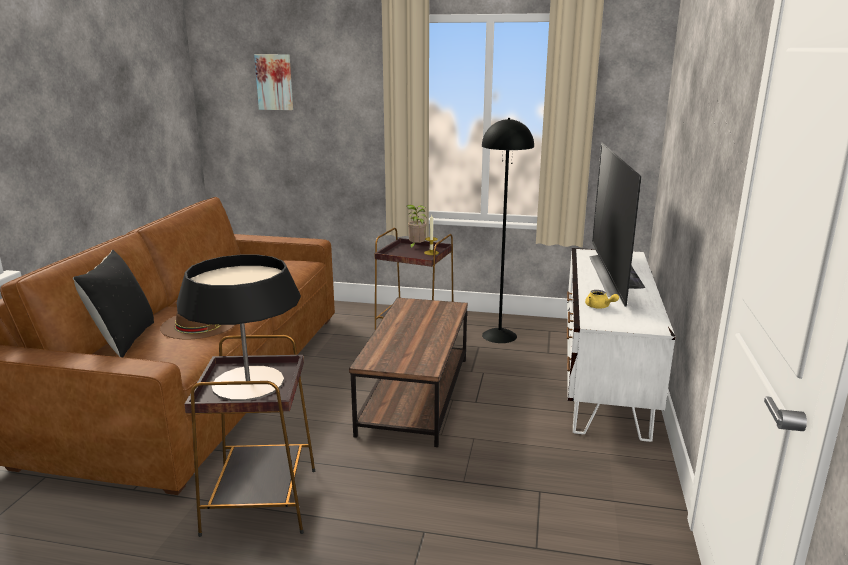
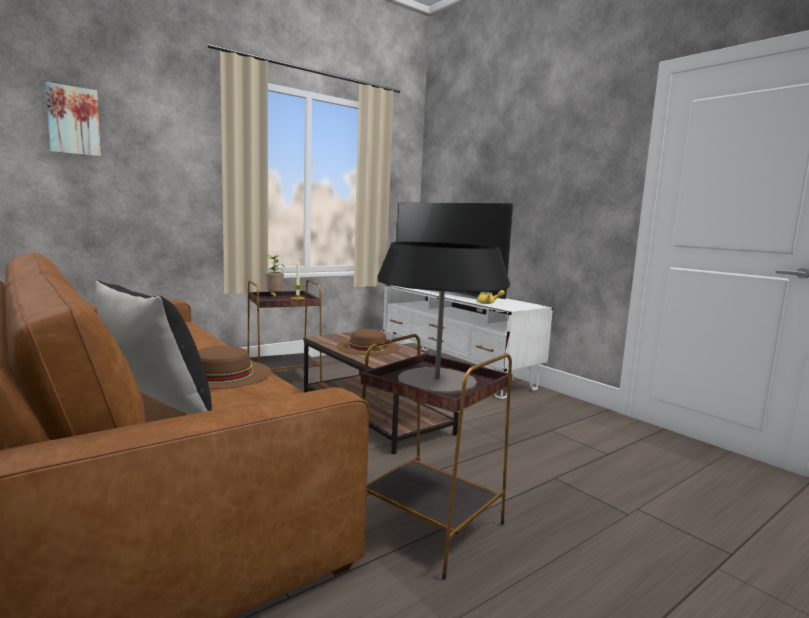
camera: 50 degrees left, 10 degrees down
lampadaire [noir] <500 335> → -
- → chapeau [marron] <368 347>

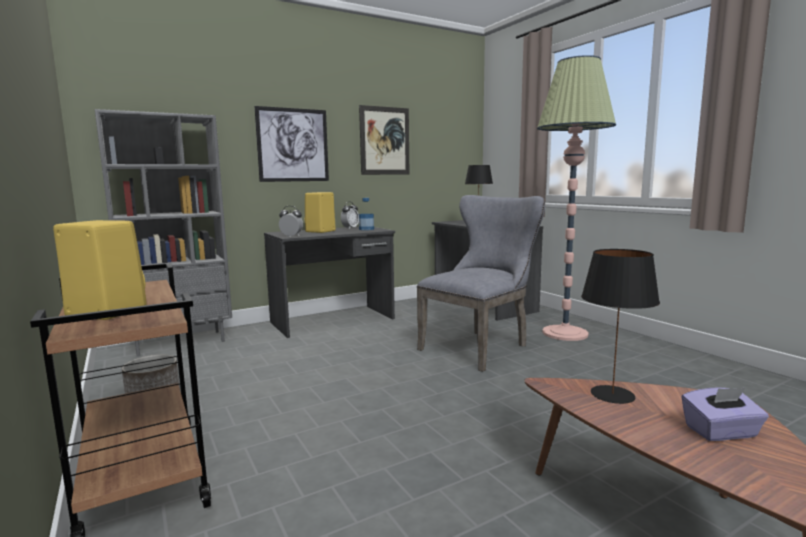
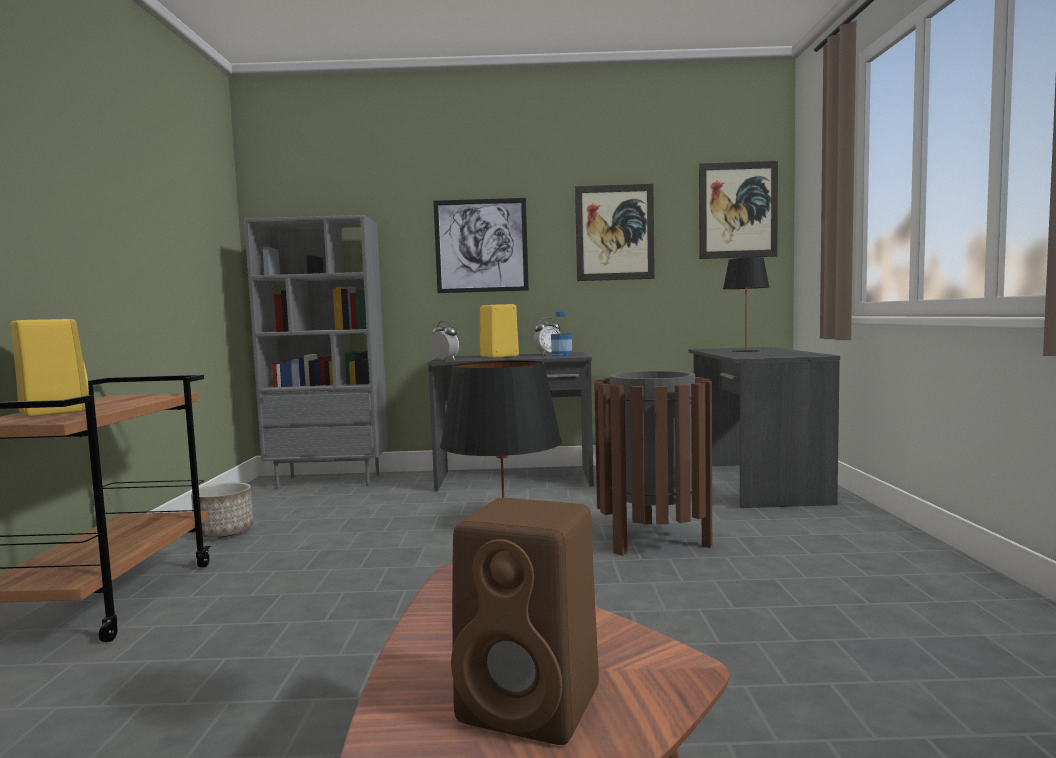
camera: 30 degrees right, 5 degrees down
lampadaire <565 333> → -
chaise [gris] <479 346> → poubelle [marron] <654 539>
boîte à mouchoirs [violet] <721 432> → enceinte [marron] <534 704>
- → tableau <738 210>

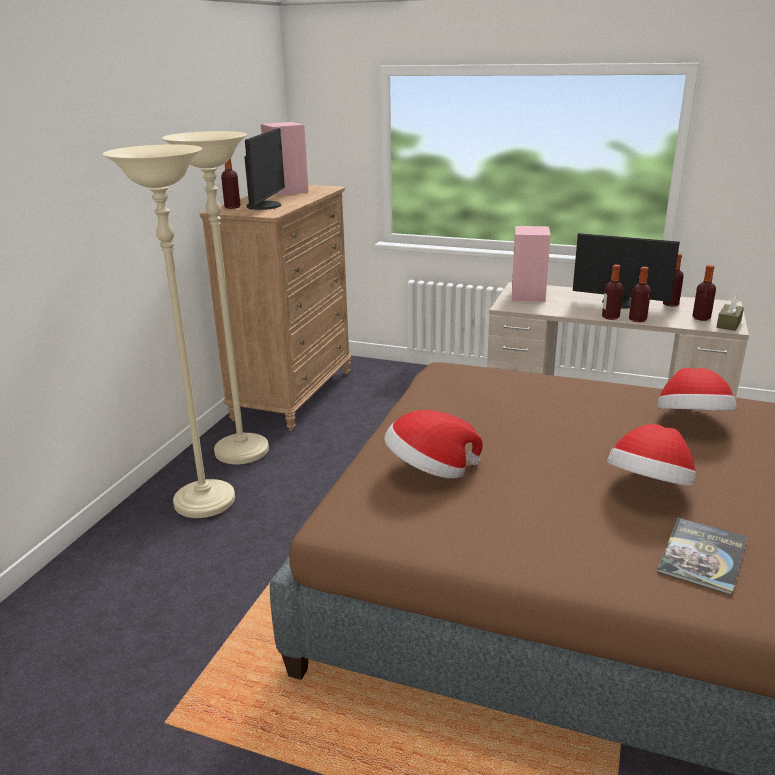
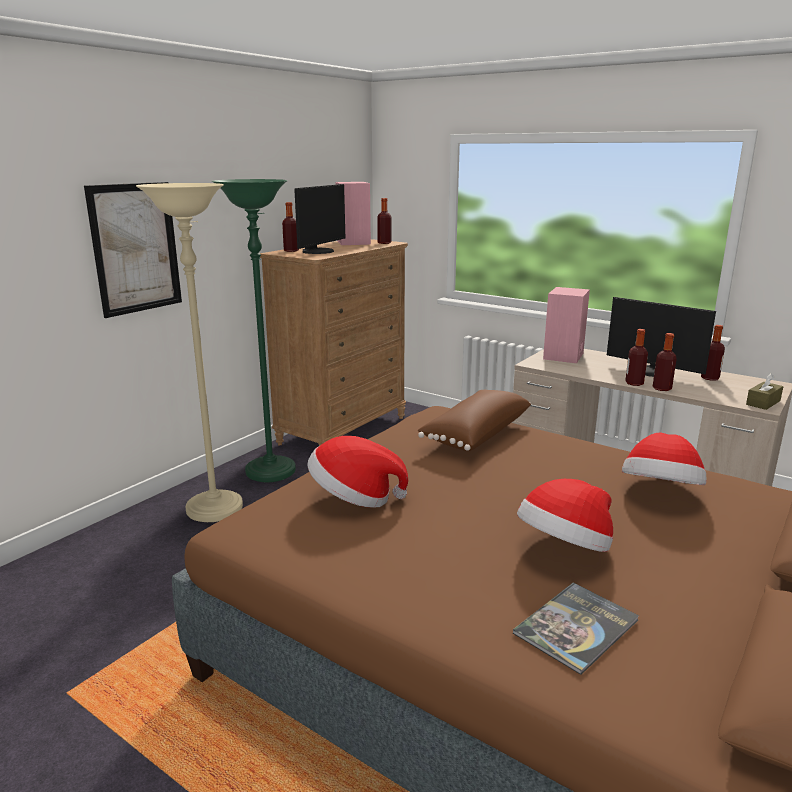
camera: 15 degrees right, 5 degrees down
lampadaire [beige] <242 452> → lampadaire [vert] <271 472>
bouteille <701 318> → bouteille <384 243>, moved
- → tableau <136 248>
- → coussin [marron] <475 434>

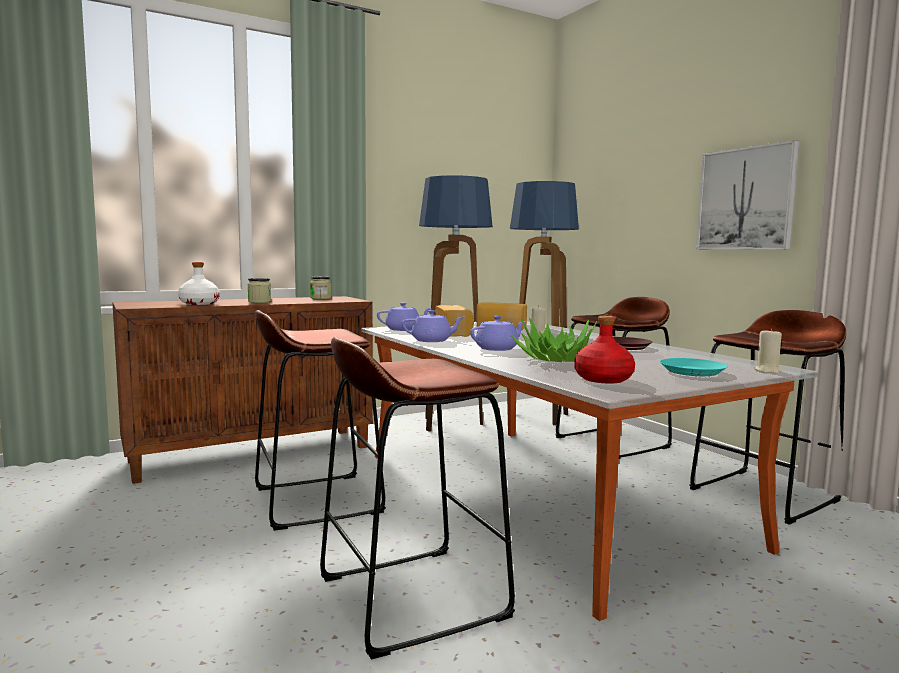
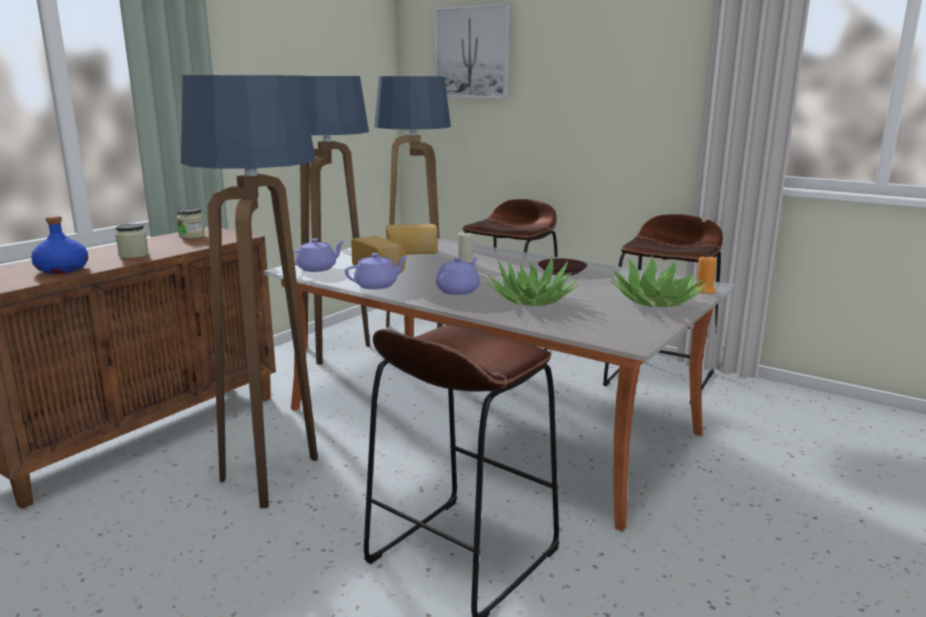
camera: 25 degrees left, 10 degrees up
tableau <746 199> → tableau <472 52>, moved
bouteille [blanc] <199 303> → bouteille [bleu] <61 269>
tabouret [marron] <317 500> → lampadaire <276 476>
bouteille [rouge] <603 379> → -
bougie [beige] <768 371> → bougie [orange] <704 290>
assiette [turquoise] <692 371> → plante en pot <655 301>

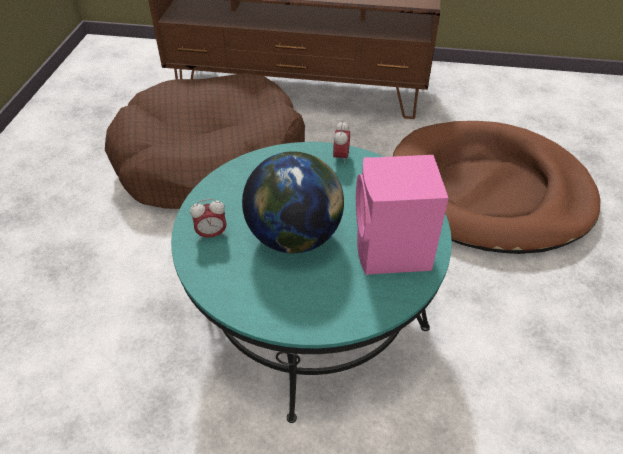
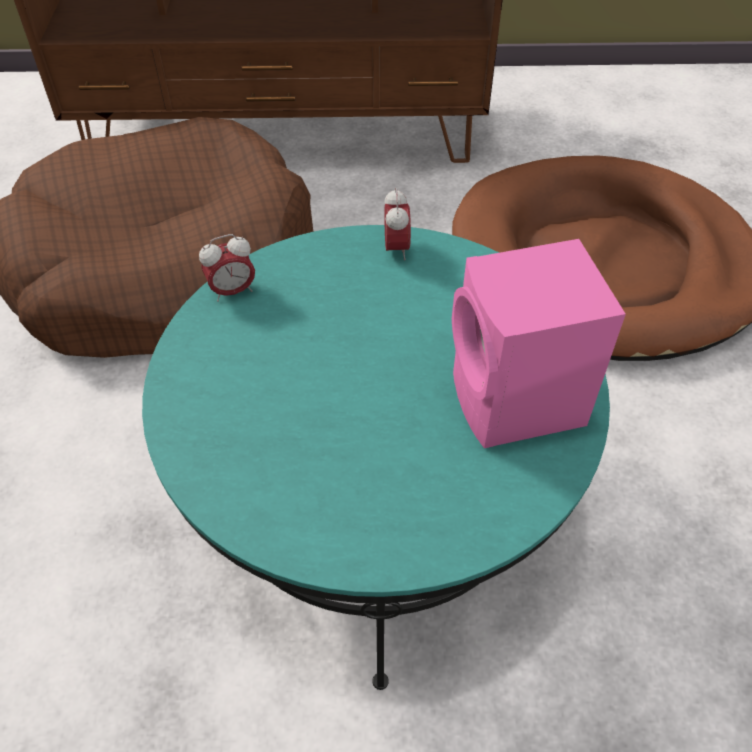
camera: 10 degrees left, 5 degrees up
globe <295 237> → -
réveil <211 234> → réveil <232 291>, moved

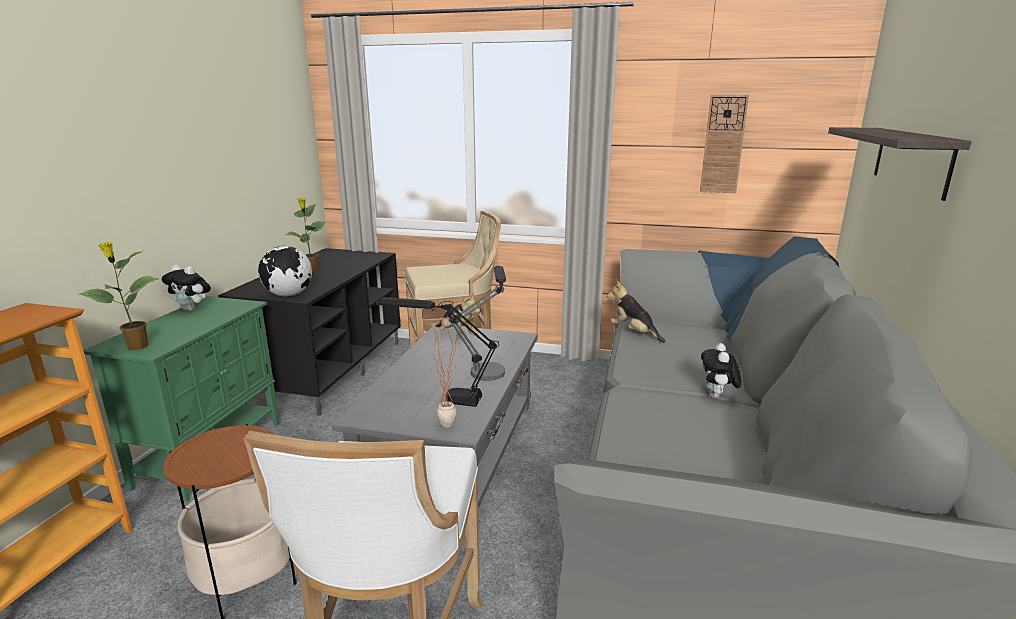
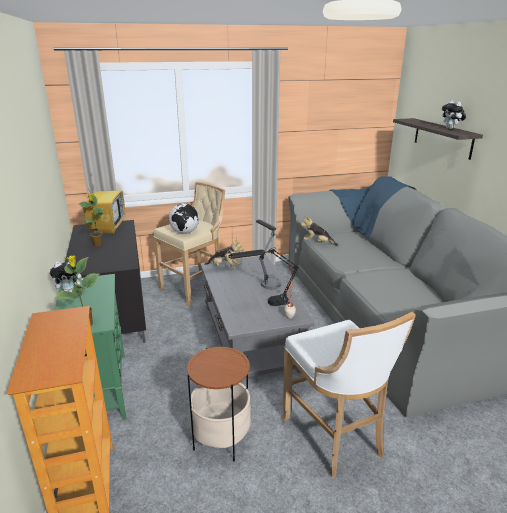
camera: 30 degrees left, 5 degrees up
horloge murale <723 144> → -
globe <288 295> → globe <185 232>, moved
peluche <717 397> → peluche <451 128>, moved
- → téléviseur <107 228>

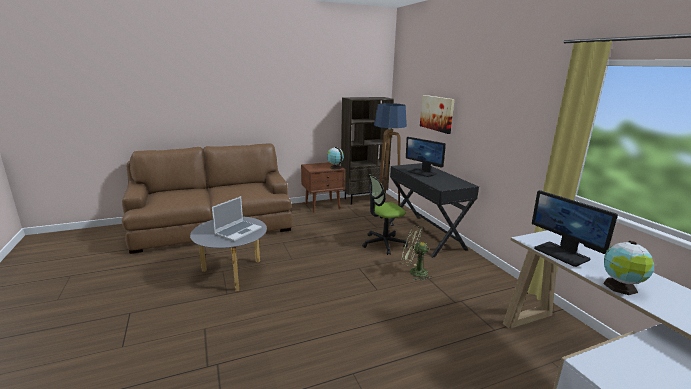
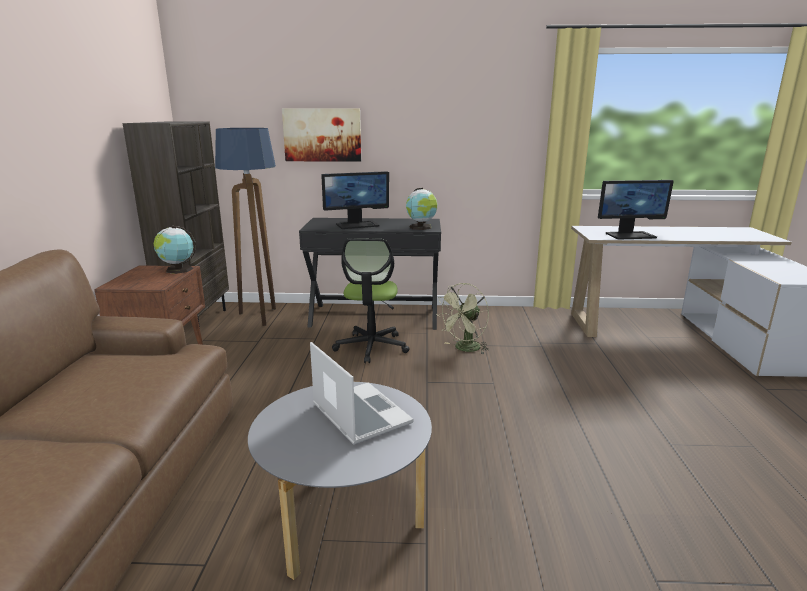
camera: 65 degrees left, 0 degrees up
globe <620 287> → globe <421 227>, moved

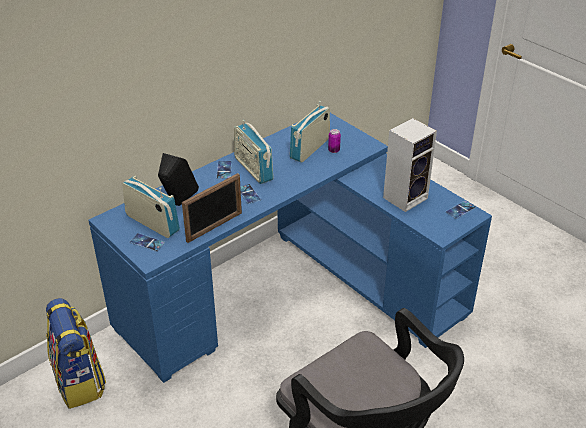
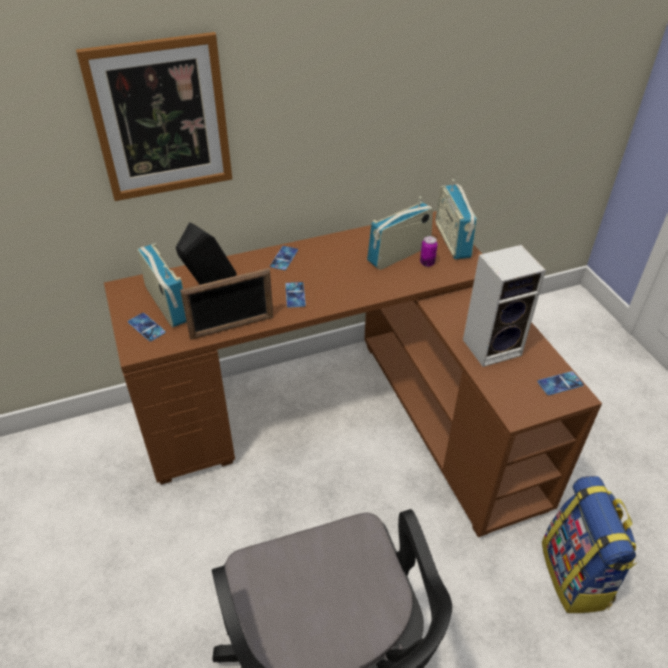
camera: 20 degrees right, 5 degrees up
bureau [bleu] <292 291> → bureau [marron] <350 415>
radio <253 169> → radio <452 240>, moved
sac à dos <80 382> → sac à dos <576 575>, moved
- → tableau <161 119>

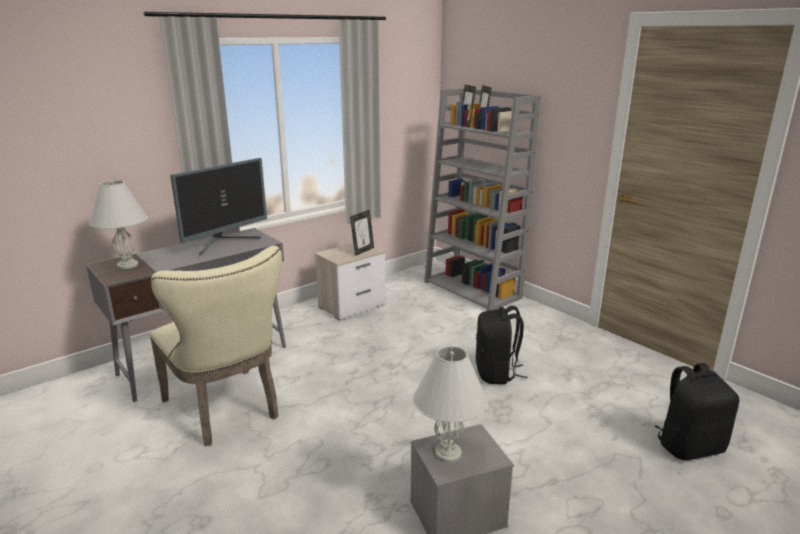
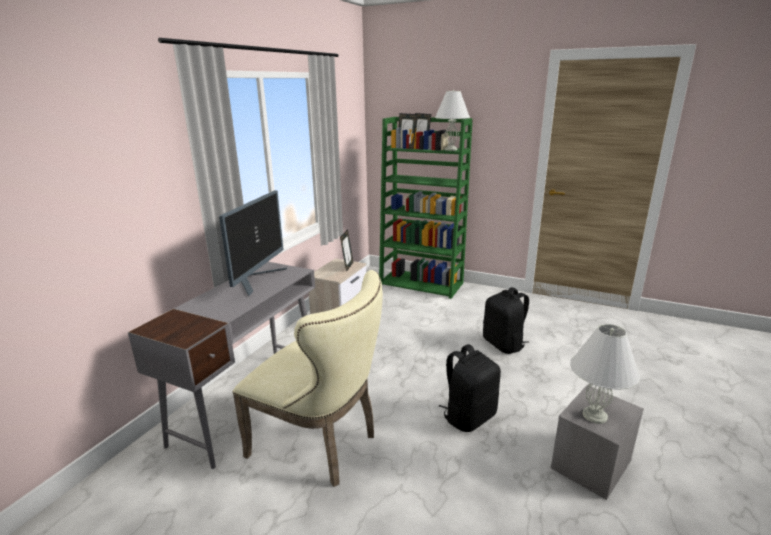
camera: 25 degrees left, 0 degrees up
bibliothèque [gris] <473 290> → bibliothèque [vert] <422 284>
lampe de table [blanc] <127 265> → lampe de table [blanc] <450 149>, moved
sac à dos [noir] <689 446> → sac à dos [noir] <469 416>, moved

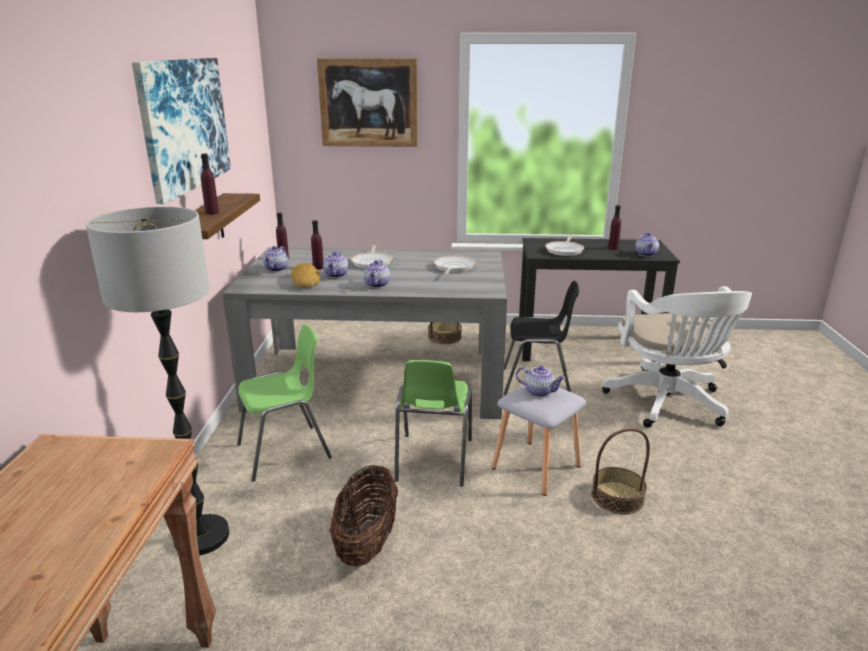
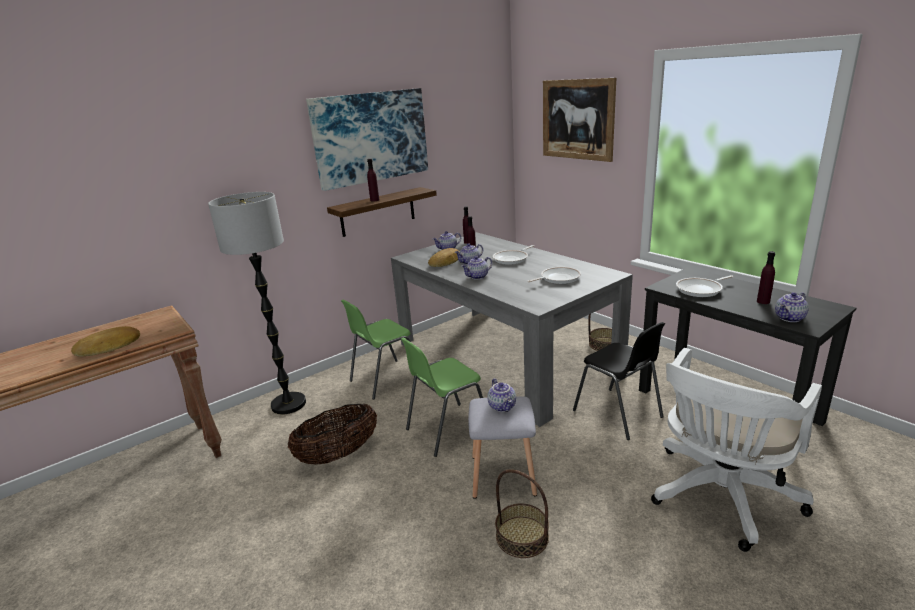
camera: 50 degrees right, 0 degrees up
chaise [vert] <285 452> → chaise [vert] <385 379>, 120 degrees clockwise
- → pain <109 346>

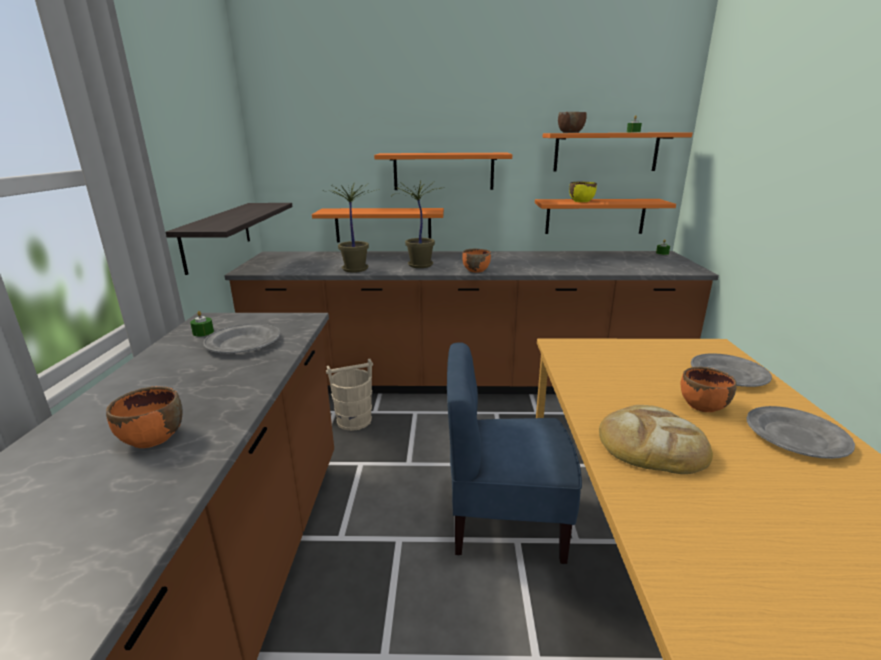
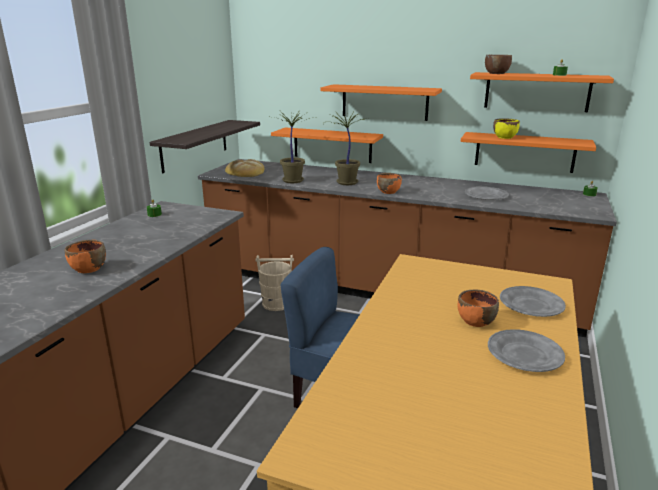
camera: 20 degrees right, 0 degrees up
assiette [gris] <244 343> → assiette [gris] <486 196>, moved
pain <651 444> → pain <245 172>, moved

